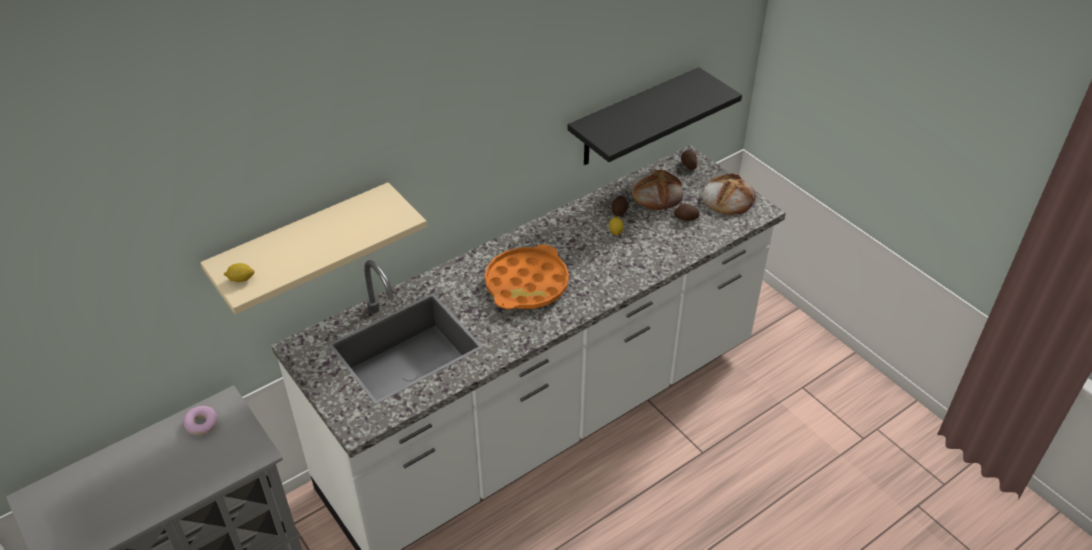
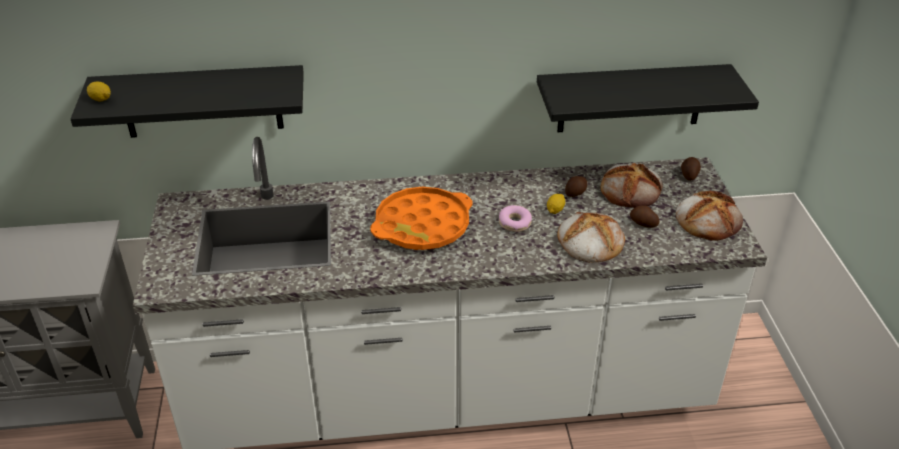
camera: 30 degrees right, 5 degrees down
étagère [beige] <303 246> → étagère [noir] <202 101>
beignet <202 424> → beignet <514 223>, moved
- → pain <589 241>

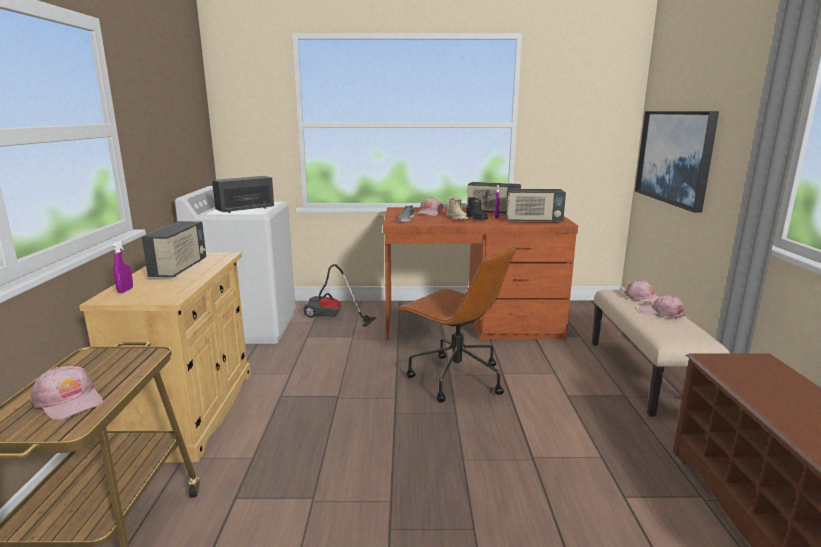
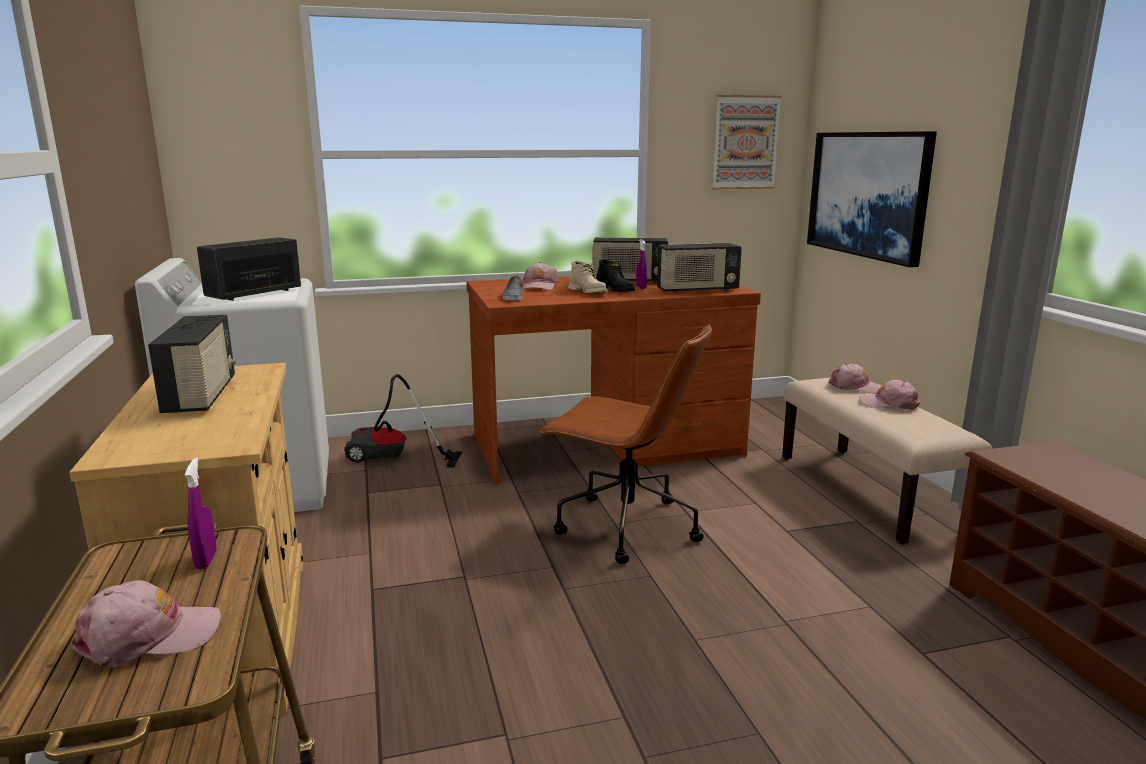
camera: 15 degrees left, 0 degrees up
vaporisateur [violet] <125 290> → vaporisateur [violet] <206 560>, moved
casquette [rose] <69 401> → casquette [rose] <149 637>, 45 degrees counterclockwise
- → tableau <745 142>

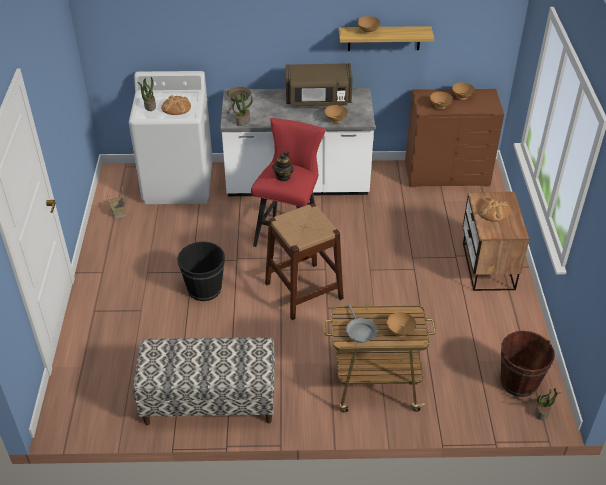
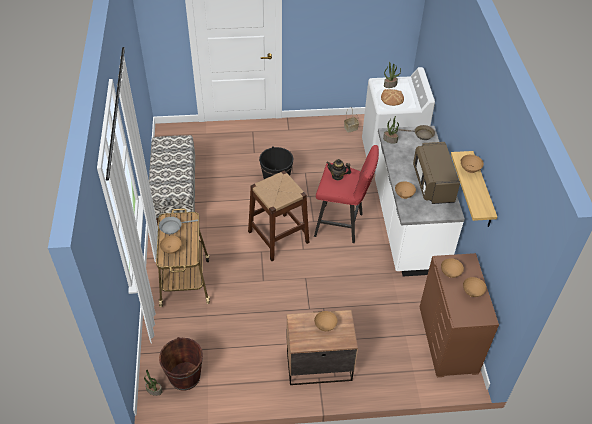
camera: 85 degrees right, 5 degrees up
pain <493 211> → bol [marron] <325 327>

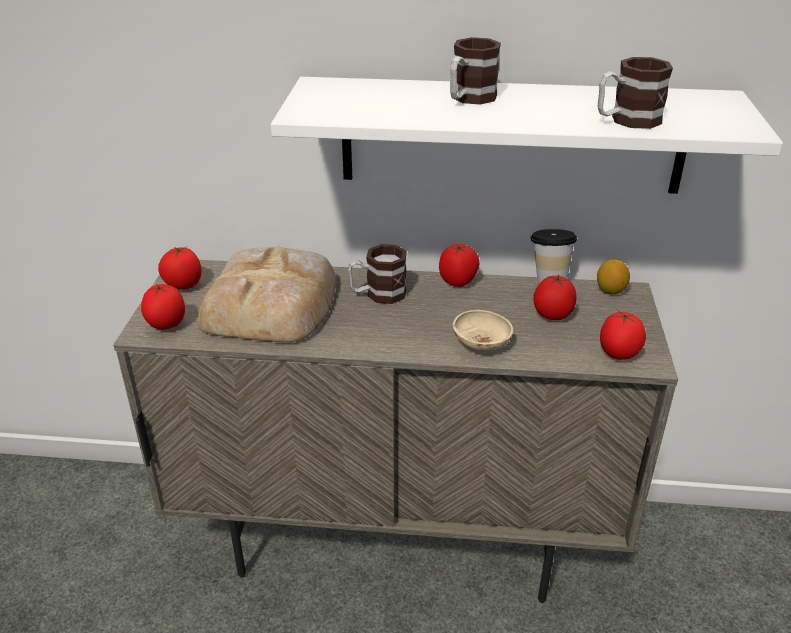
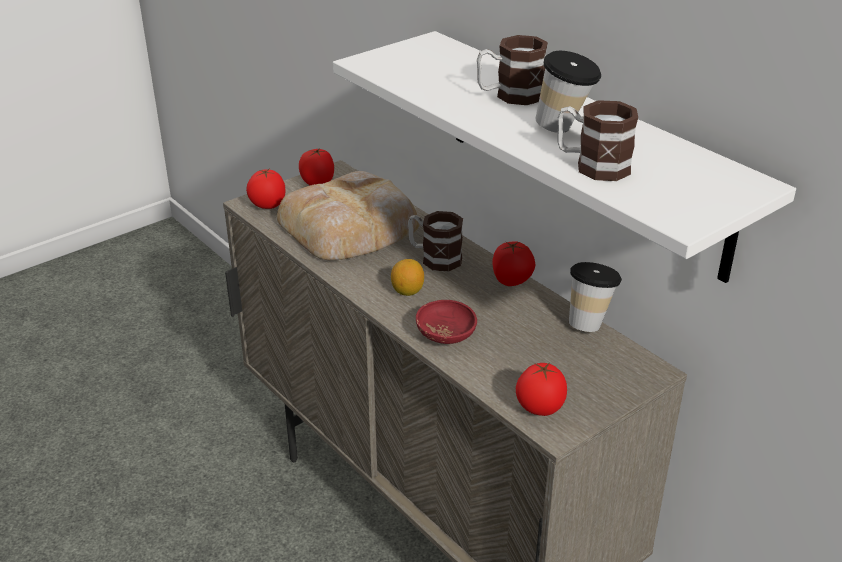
camera: 45 degrees right, 0 degrees up
citron <610 290> → citron <407 291>, moved
tomate <552 316> → -
bol [beige] <481 343> → bol [rouge] <446 335>
- → tasse <564 128>

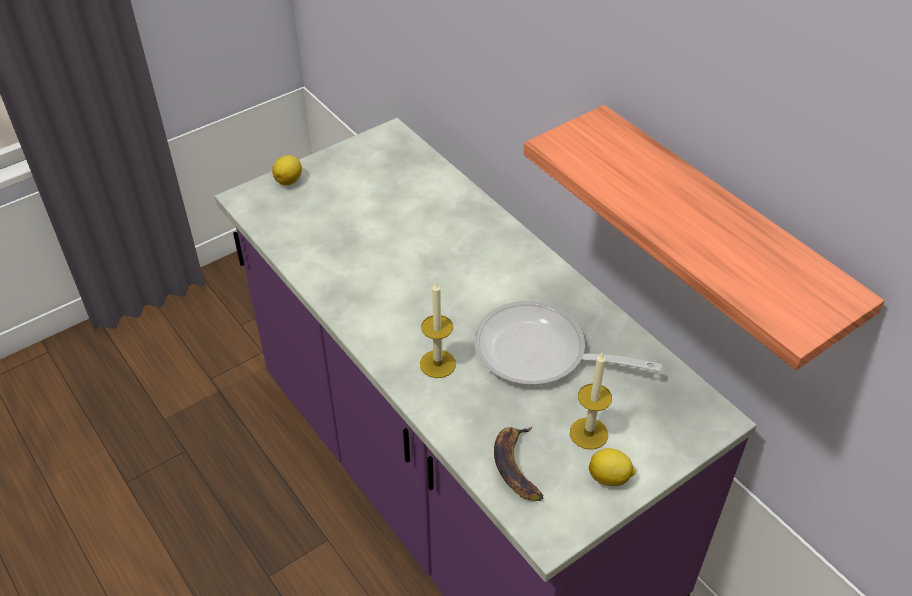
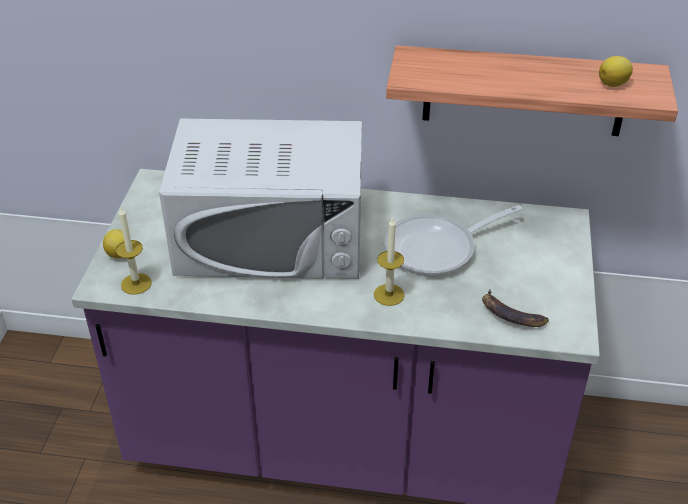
camera: 45 degrees left, 5 degrees down
bougie <588 433> → bougie <136 284>, moved
citron <610 478> → citron <613 84>, moved
- → micro-ondes [blanc] <271 237>

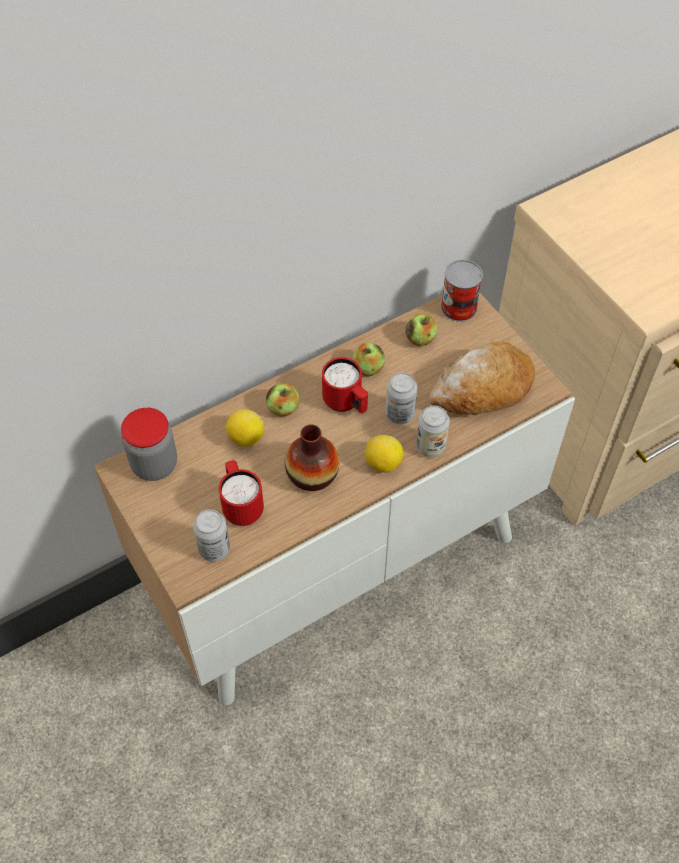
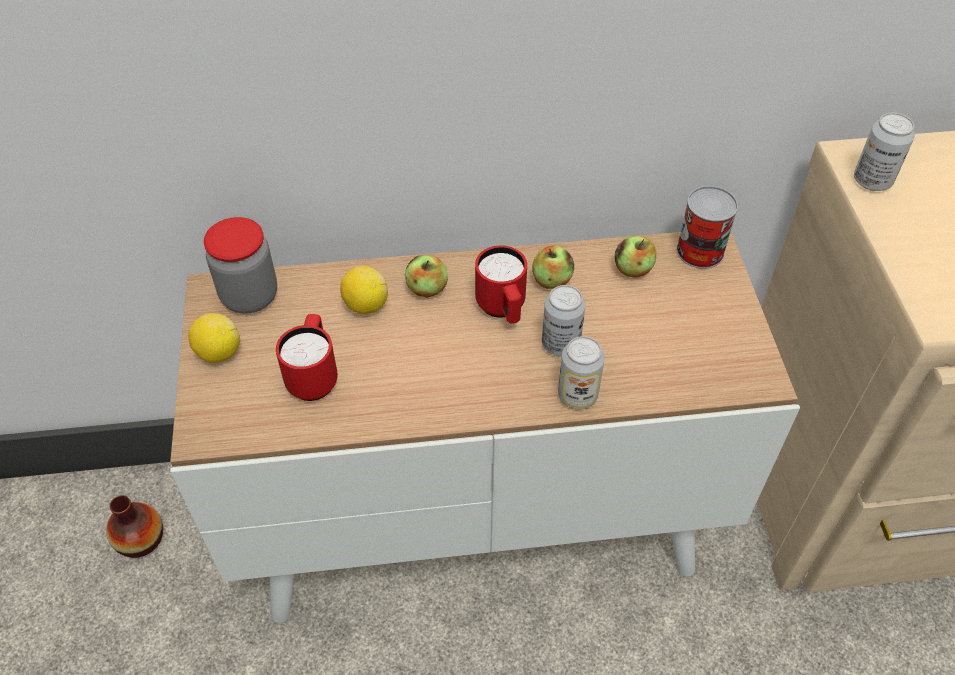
camera: 25 degrees right, 5 degrees down
pain <482 389> → -
vase <312 474> → vase <141 539>, moved
citron <383 463> → citron <219 352>, moved
boîte métallique <214 549> → boîte métallique <872 181>, moved

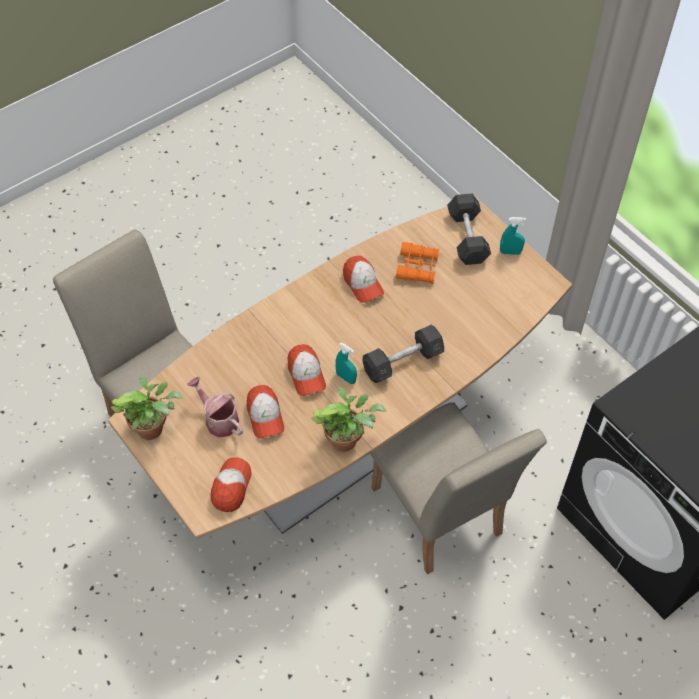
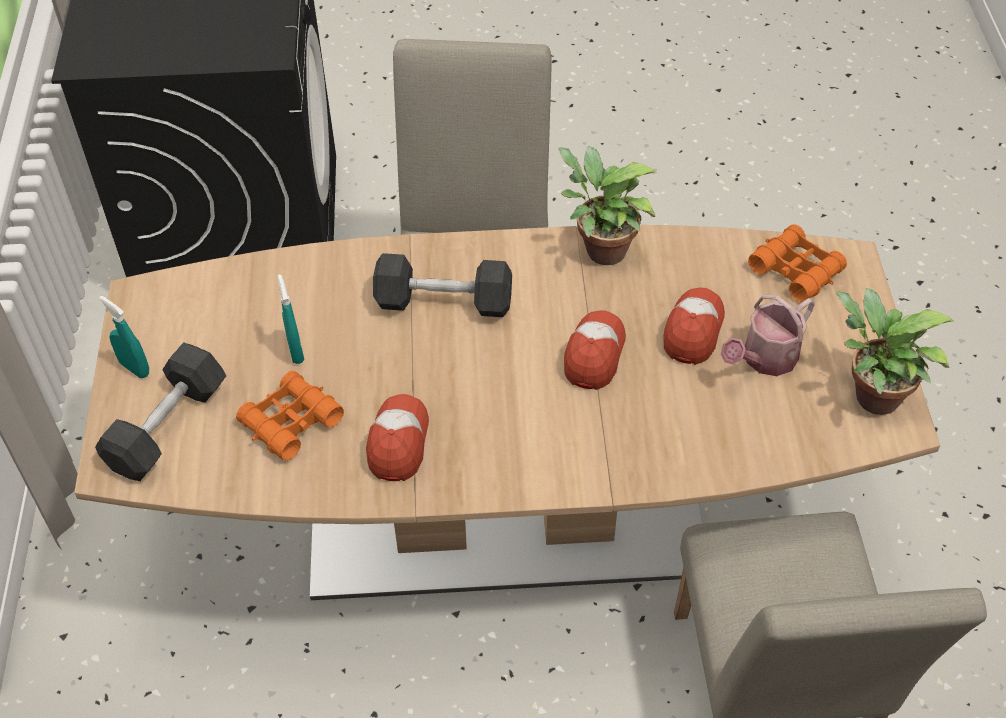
camera: 145 degrees left, 5 degrees down
vaporisateur [turquoise] <346 378> → vaporisateur [turquoise] <296 351>, moved
arrosoir <218 419> → arrosoir <764 359>, 60 degrees clockwise
casquette <231 487> → jumelles [orange] <795 270>

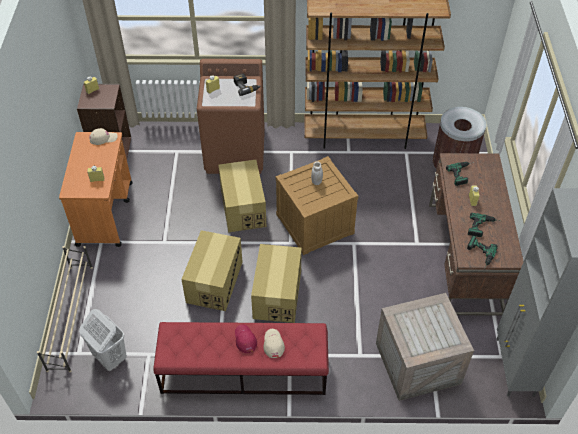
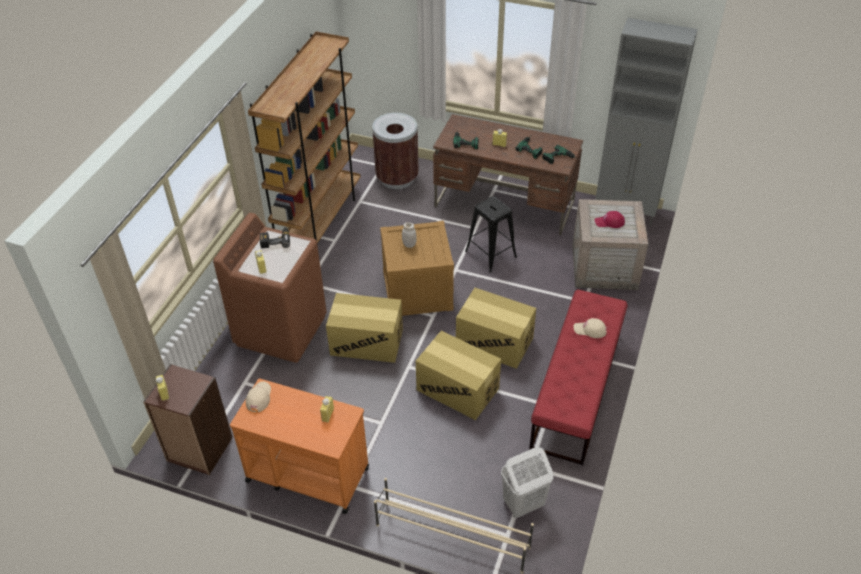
camera: 70 degrees left, 5 degrees down
casquette [rouge] <245 339> → casquette [rouge] <609 222>, moved
- → tabouret [noir] <491 254>

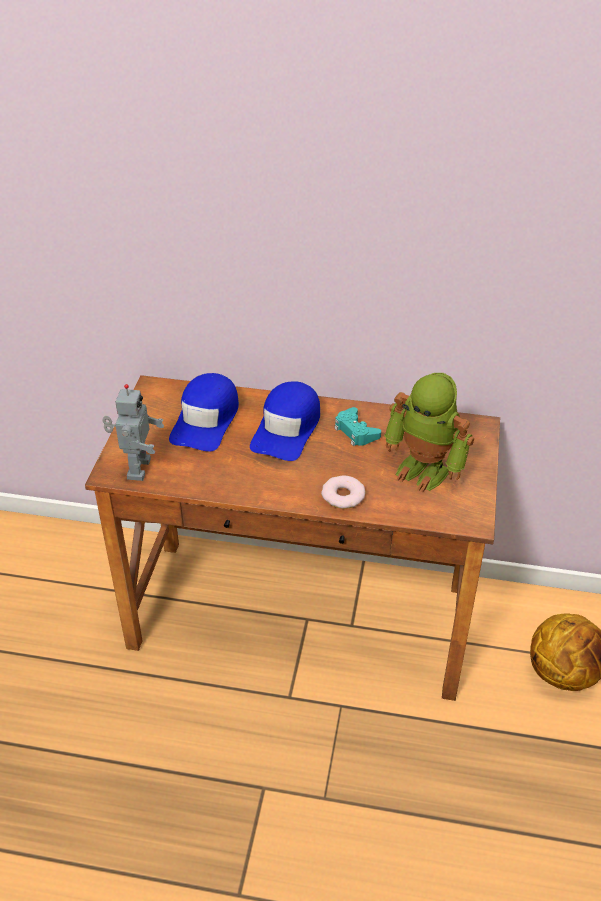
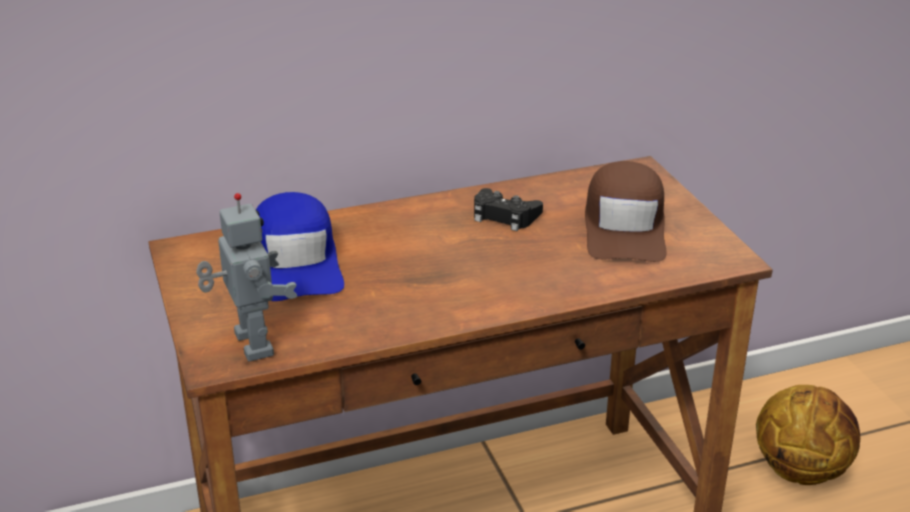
camera: 30 degrees left, 10 degrees down
robot jouet <425 469> → casquette [marron] <625 227>
casquette [bleu] <287 429> → -
manette [turquoise] <355 431> → manette [noir] <504 216>
beignet <343 496> → -

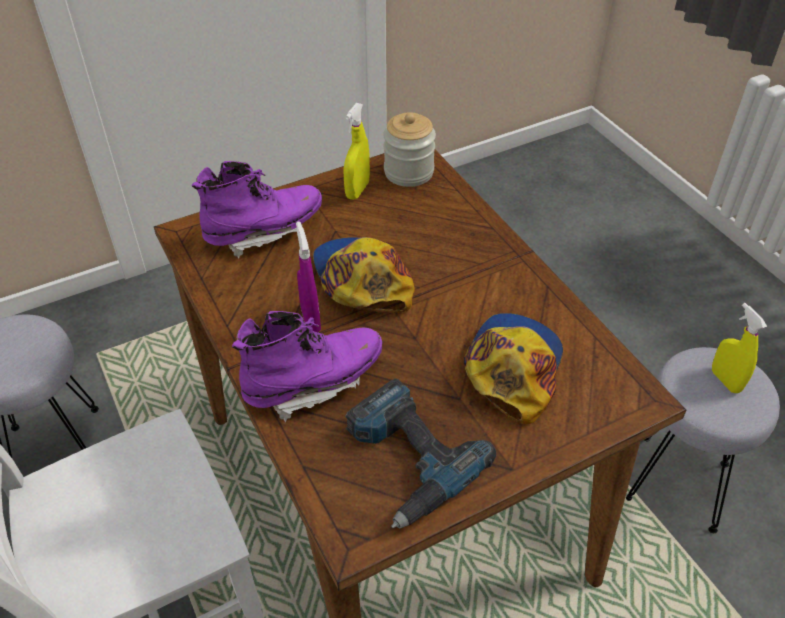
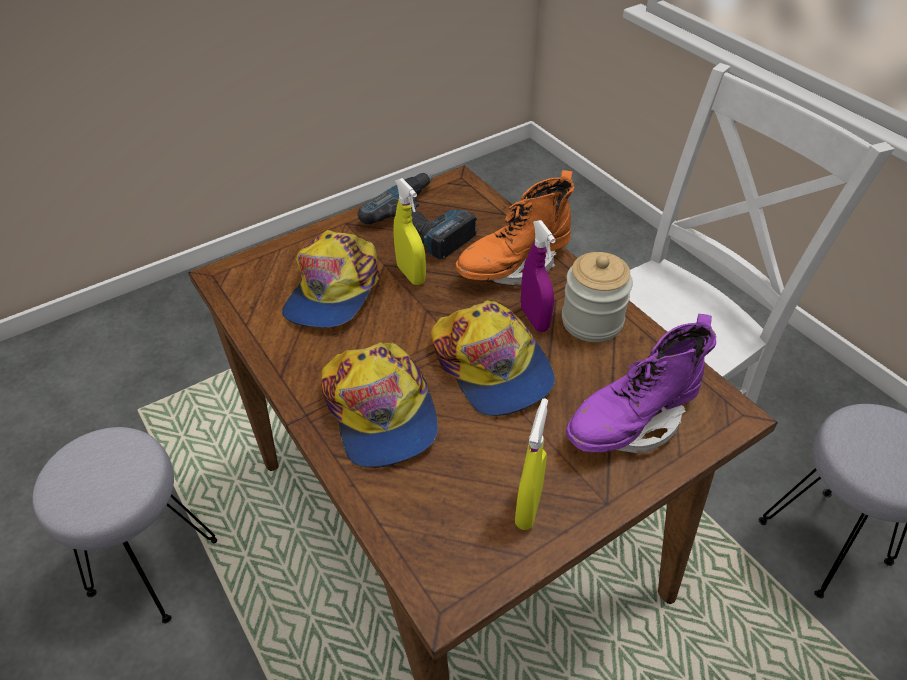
camera: 175 degrees right, 0 degrees up
bocal <408 172> → bocal <592 321>, moved
vaporisateur [jaune] <725 380> → vaporisateur [jaune] <411 274>, moved
botte [violet] <313 383> → botte [orange] <514 266>
- → casquette <380 412>

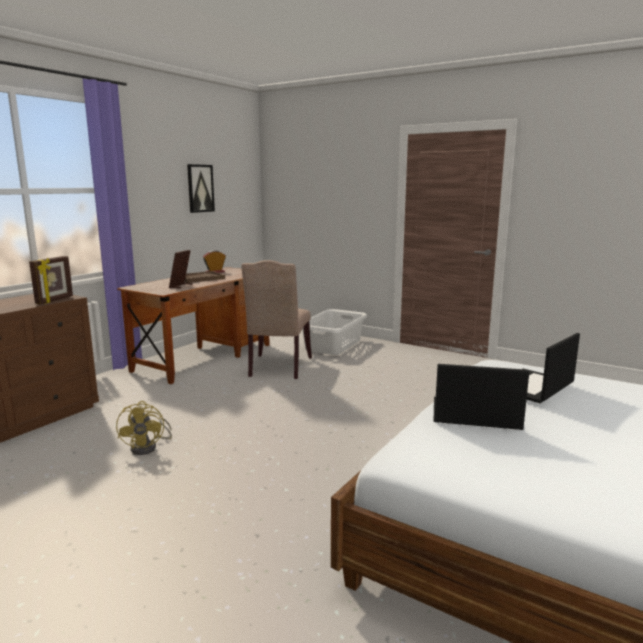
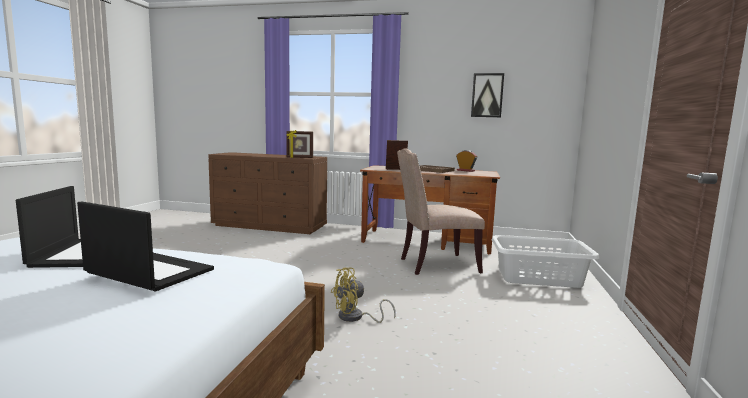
camera: 70 degrees right, 5 degrees down
ventilateur [jaune] <148 447> → ventilateur [jaune] <356 317>, moved

